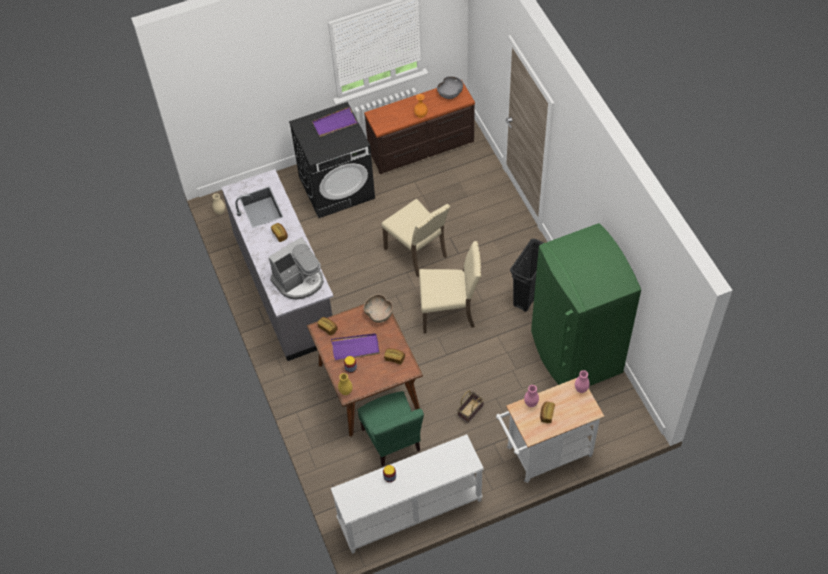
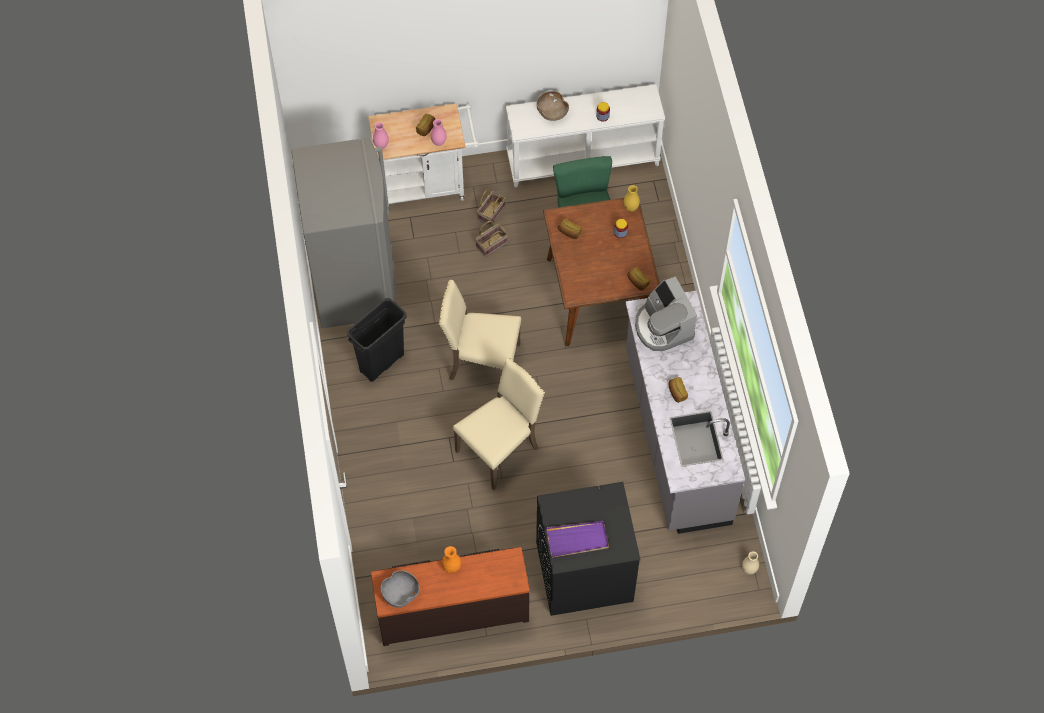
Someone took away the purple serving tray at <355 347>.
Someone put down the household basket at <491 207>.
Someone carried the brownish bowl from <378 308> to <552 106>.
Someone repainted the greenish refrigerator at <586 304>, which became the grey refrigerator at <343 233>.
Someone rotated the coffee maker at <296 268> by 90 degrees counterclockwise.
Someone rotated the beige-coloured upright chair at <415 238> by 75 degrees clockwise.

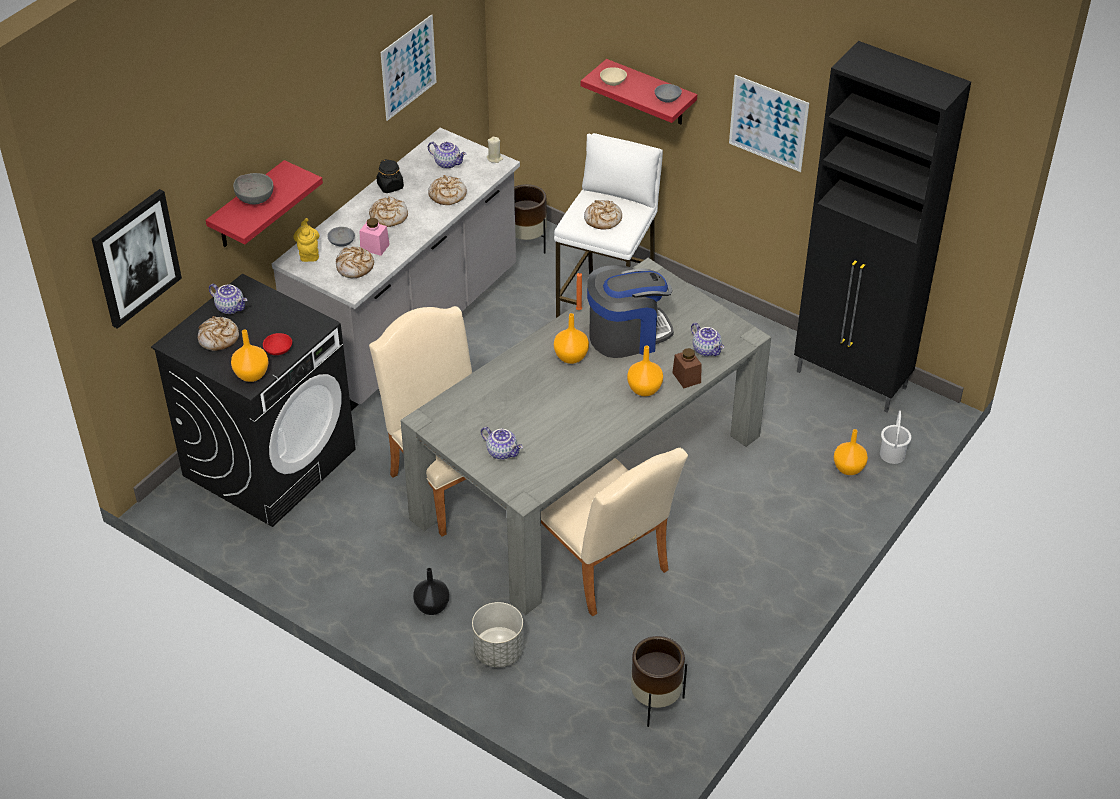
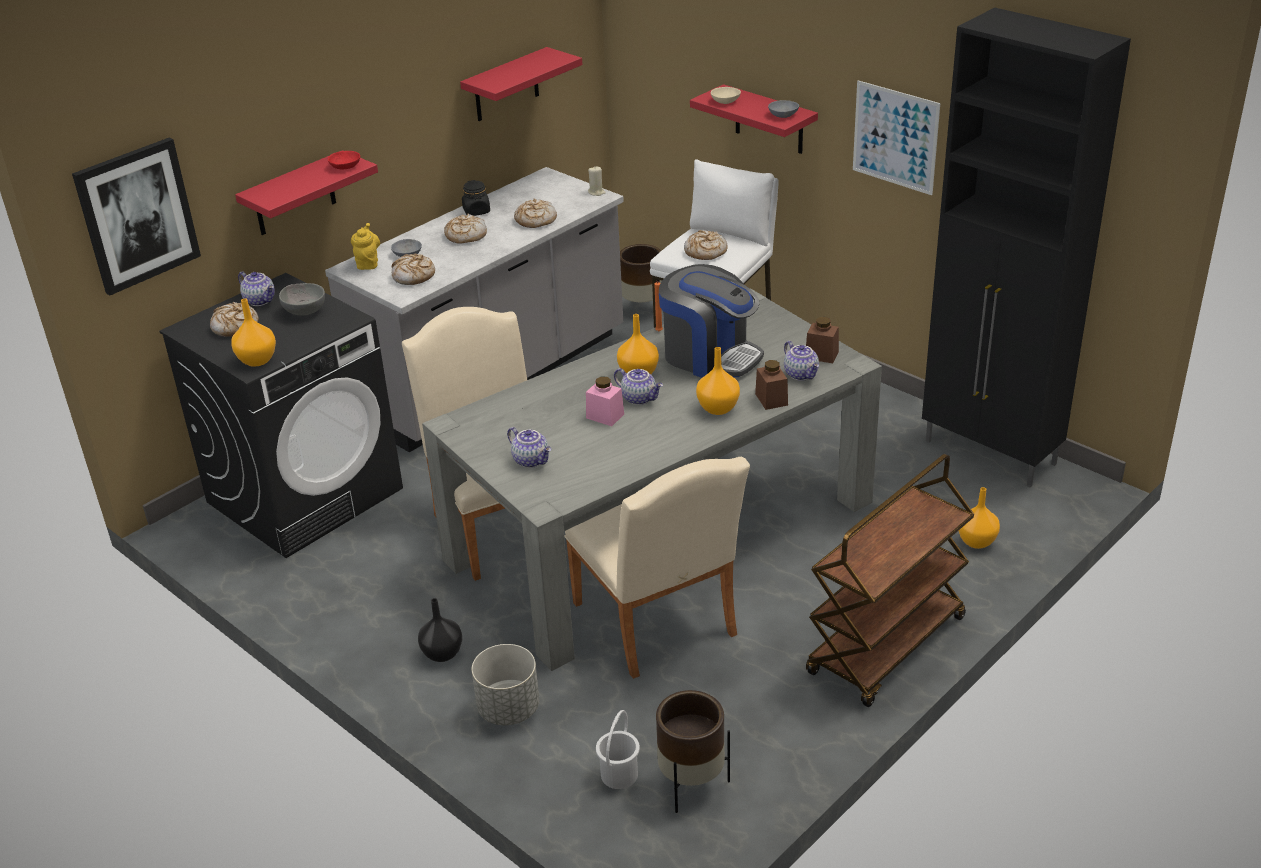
Someone put down the brownish storage jar at <822 340>.
Someone put down the brownish cart at <890 580>.
Someone carried the grey bowl from <253 188> to <302 299>.
Someone carried the red bowl from <277 344> to <344 160>.
Someone carried the pink storage jar from <375 237> to <605 401>.
Someone carried the pot for tea from <447 155> to <638 386>.
Someone carried the white-coloured pail from <895 437> to <618 749>.
Someone swapped the picture at <409 67> for the red bracket shelf at <521 84>.
Someone rotated the coffee maker at <630 311> by 45 degrees clockwise.

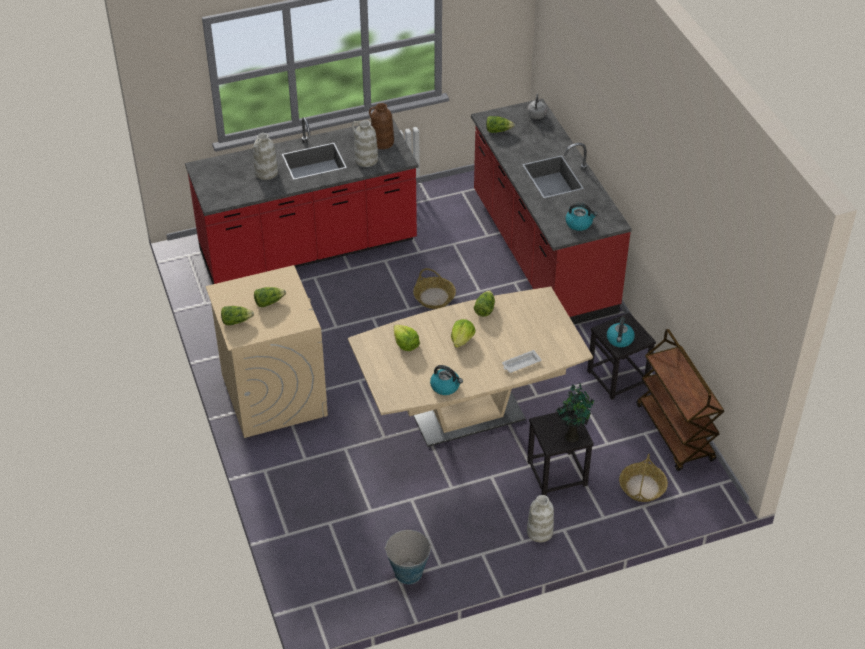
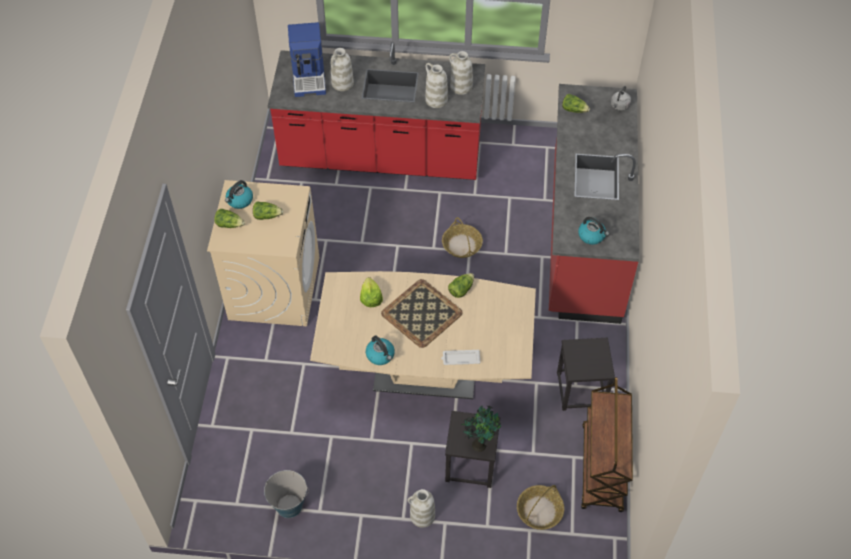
Someone put down the coffee maker at <307 59>.
Someone carried the kettle from <621 332> to <239 194>.
Someone swapped the lettuce head at <463 333> for the serving tray at <422 313>.
Someone repainted the brownish decorative vase at <381 126>, which became the white-coloured decorative vase at <461 73>.

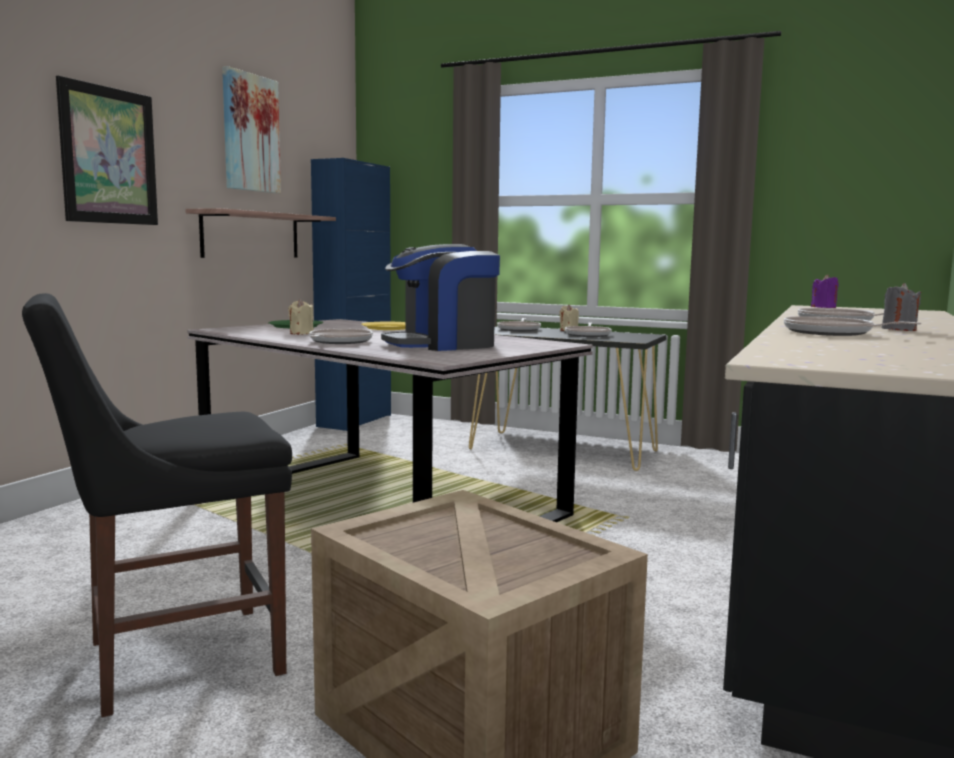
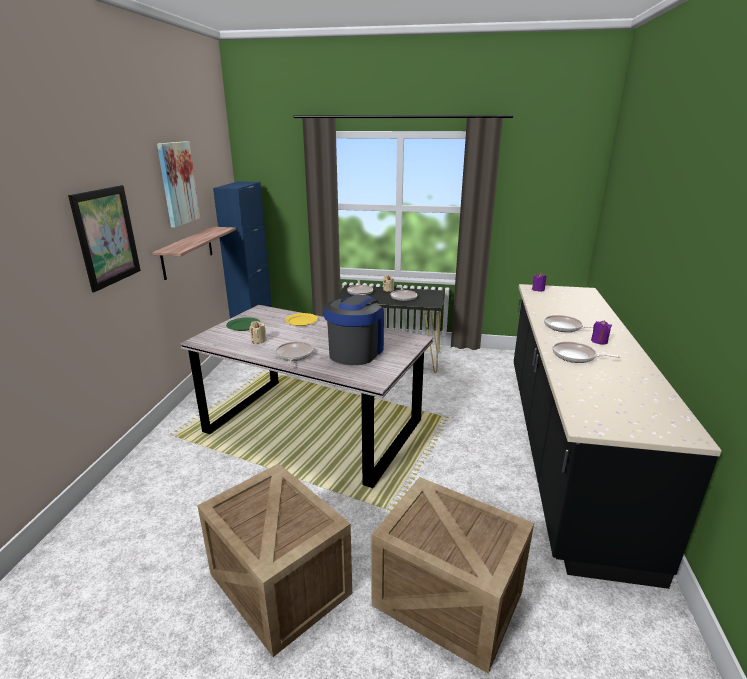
Someone swapped the black upright chair at <157 505> for the packing crate at <274 560>.
Someone repainted the grey wax light at <901 307>, which became the purple wax light at <601 332>.
Someone rotated the coffee maker at <440 297> by 150 degrees clockwise.

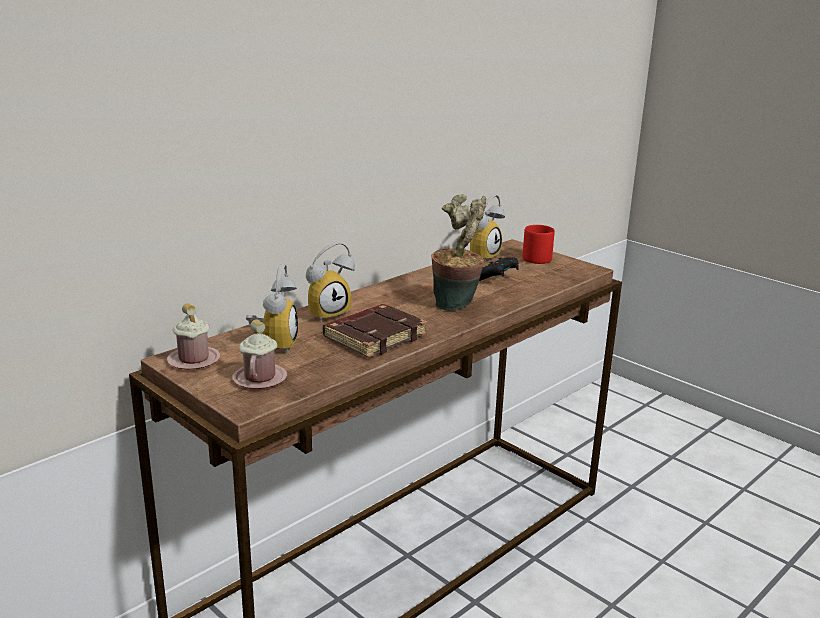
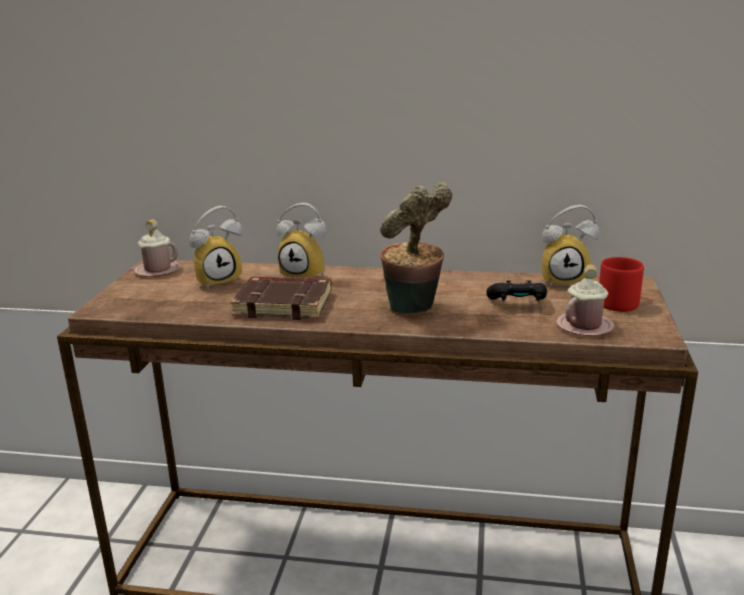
Someone carried the pink tea mug from <259 354> to <585 300>.

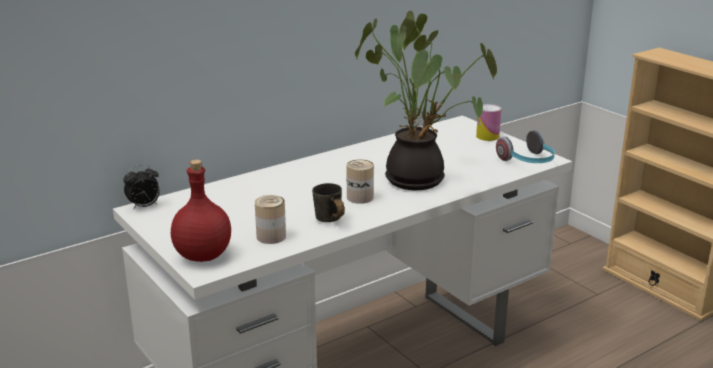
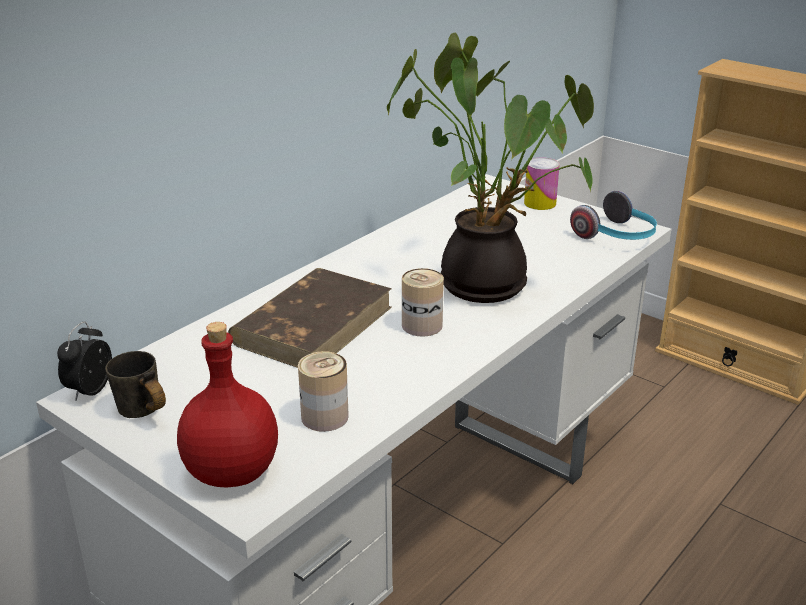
Someone put down the brownish volume at <310 318>.
Someone carried the grey tea mug from <328 202> to <135 384>.
Someone rotated the alarm clock at <141 187> by 150 degrees clockwise.

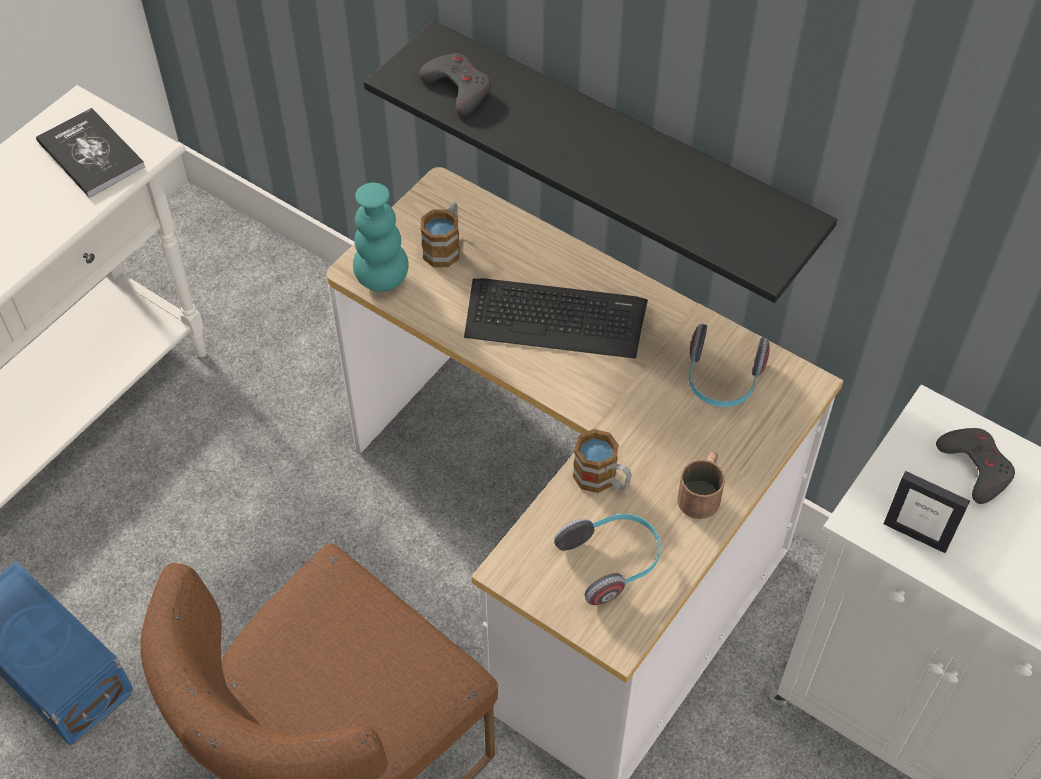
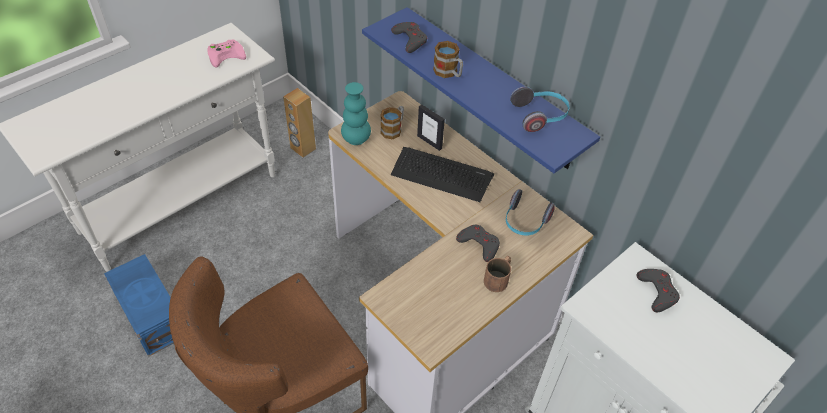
Someone put down the brownish audio speaker at <299 123>.
Someone put down the grey gamepad at <478 243>.
Someone carried the headphones from <607 559> to <540 109>.
Someone carried the tea mug from <602 461> to <448 59>.
Someone carried the picture frame from <927 512> to <431 127>.
Someone swapped the volume at <90 153> for the pink gamepad at <226 53>.
Someone repainted the black bracket shelf at <600 161>, which became the blue bracket shelf at <481 90>.

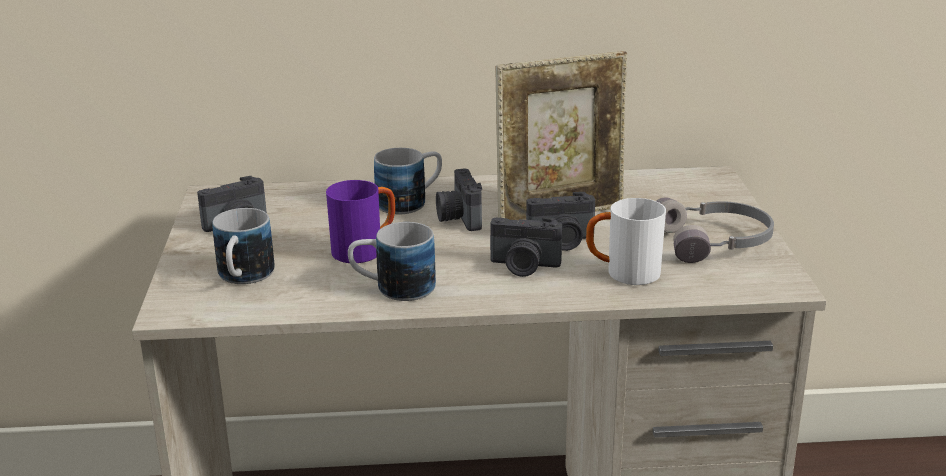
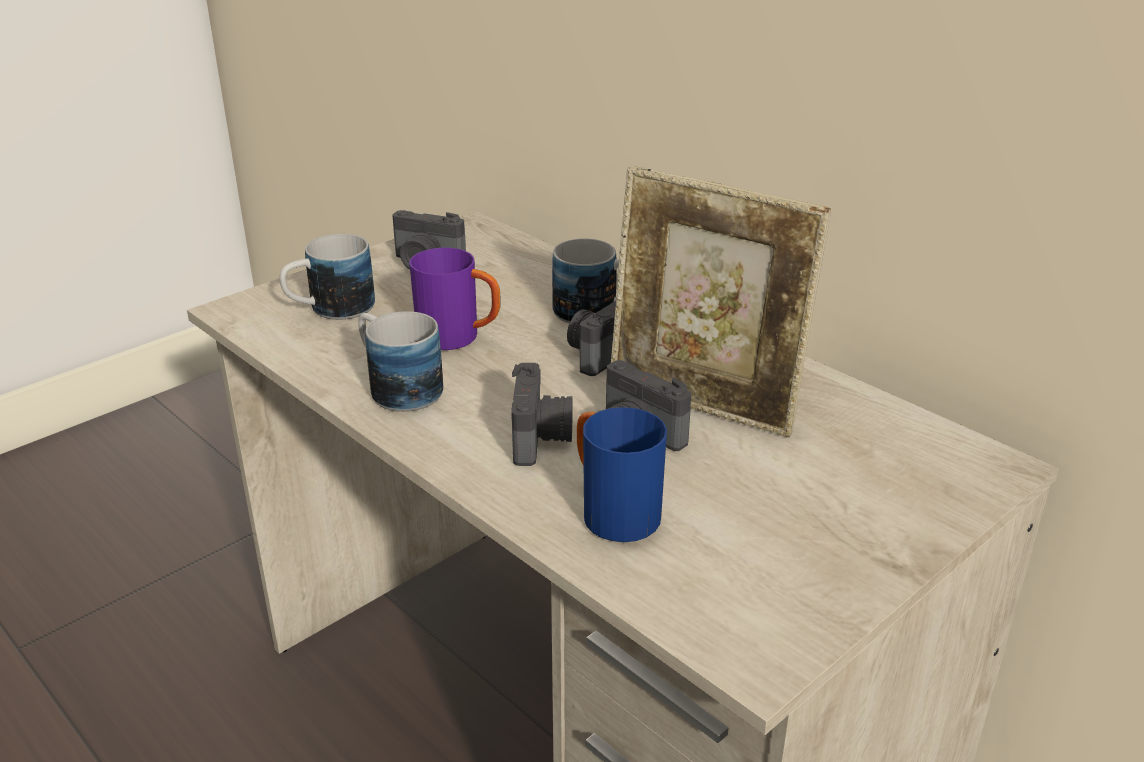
Someone took away the grey headphones at <715 230>.
Someone repainted the white-coloured tea mug at <626 241>, which became the blue tea mug at <622 474>.
Someone rotated the photo camera at <526 247> by 150 degrees counterclockwise.

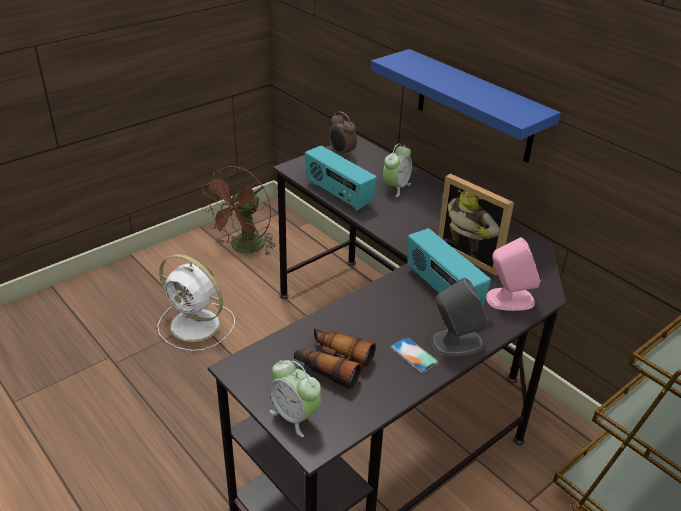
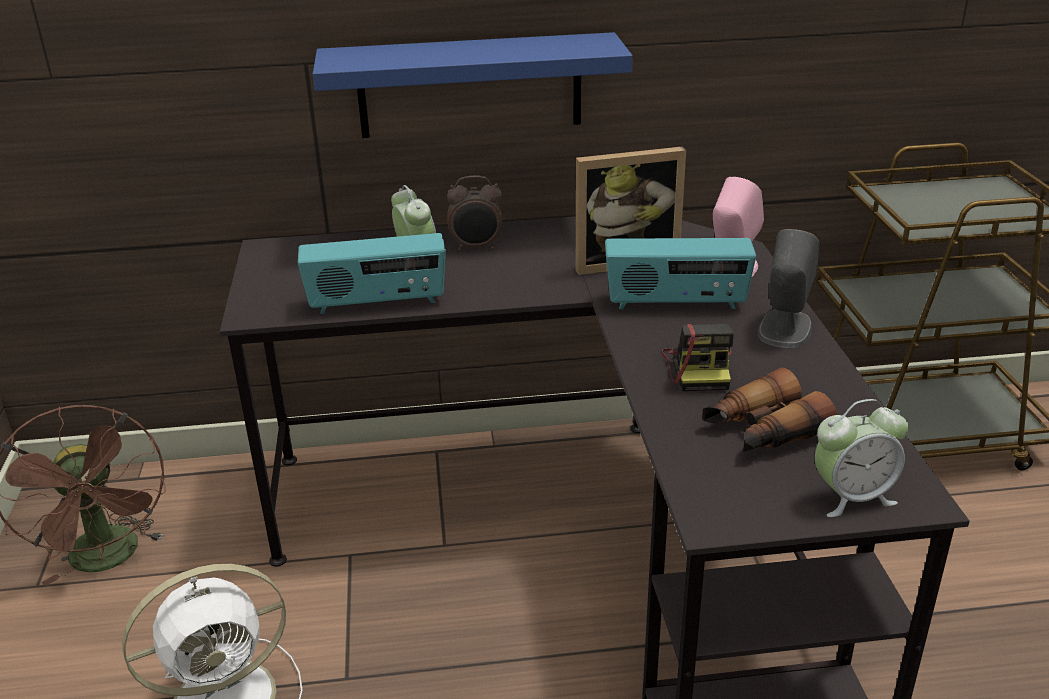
Someone took away the telephone at <414 355>.
Someone put down the photo camera at <698 357>.
Someone carried the alarm clock from <342 134> to <474 213>.

